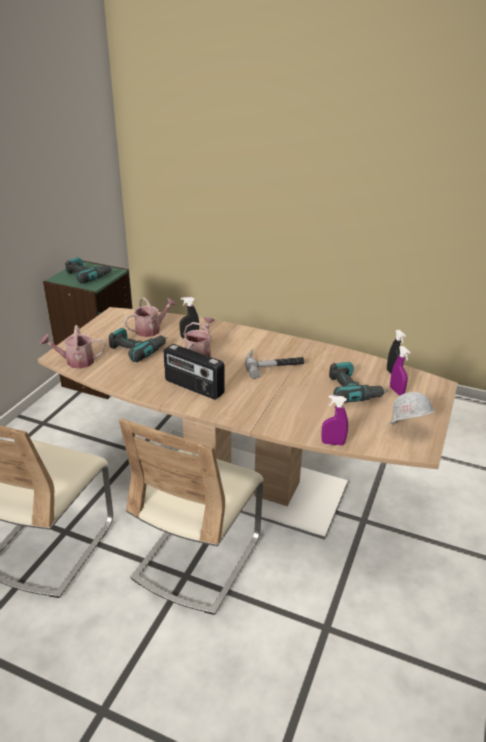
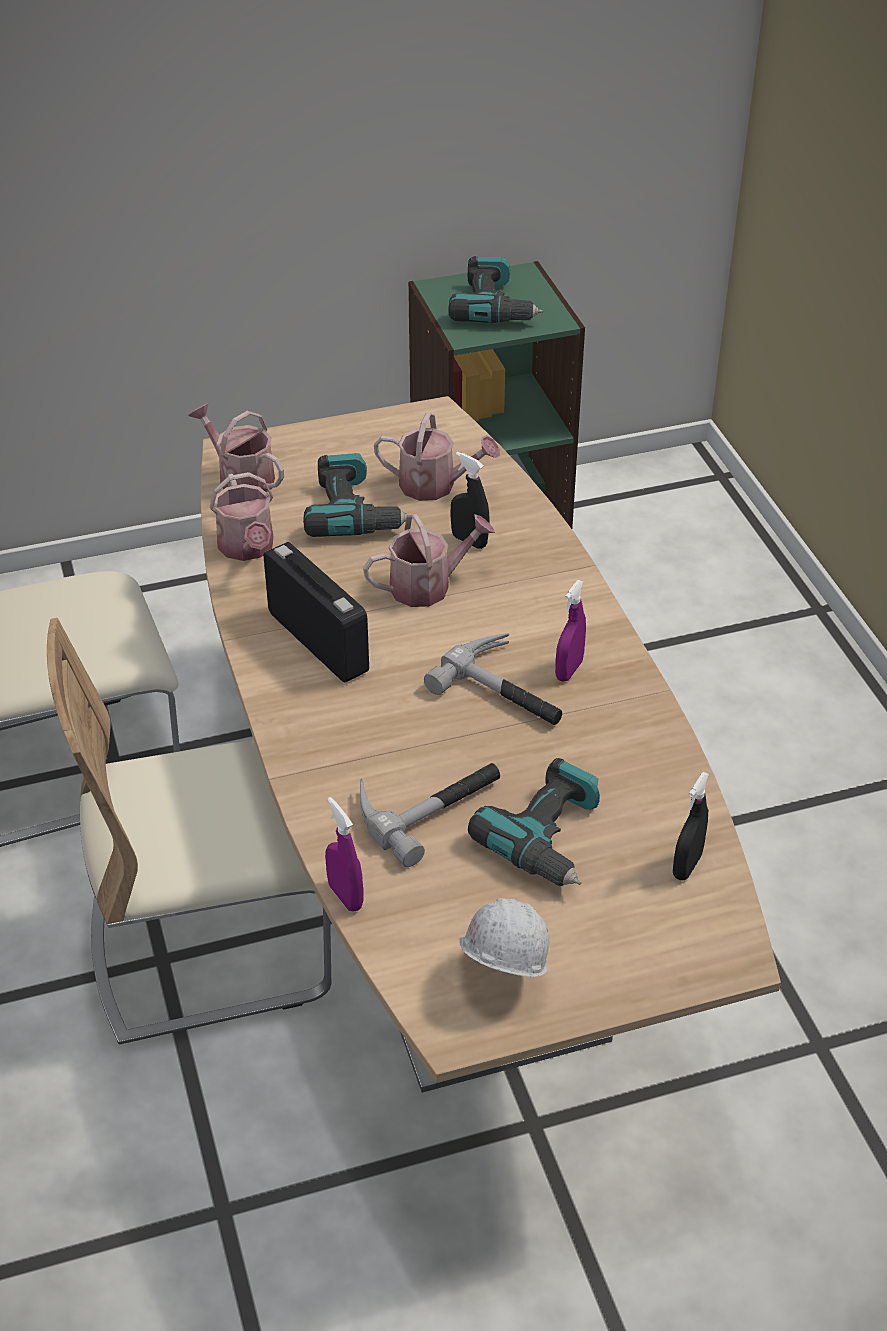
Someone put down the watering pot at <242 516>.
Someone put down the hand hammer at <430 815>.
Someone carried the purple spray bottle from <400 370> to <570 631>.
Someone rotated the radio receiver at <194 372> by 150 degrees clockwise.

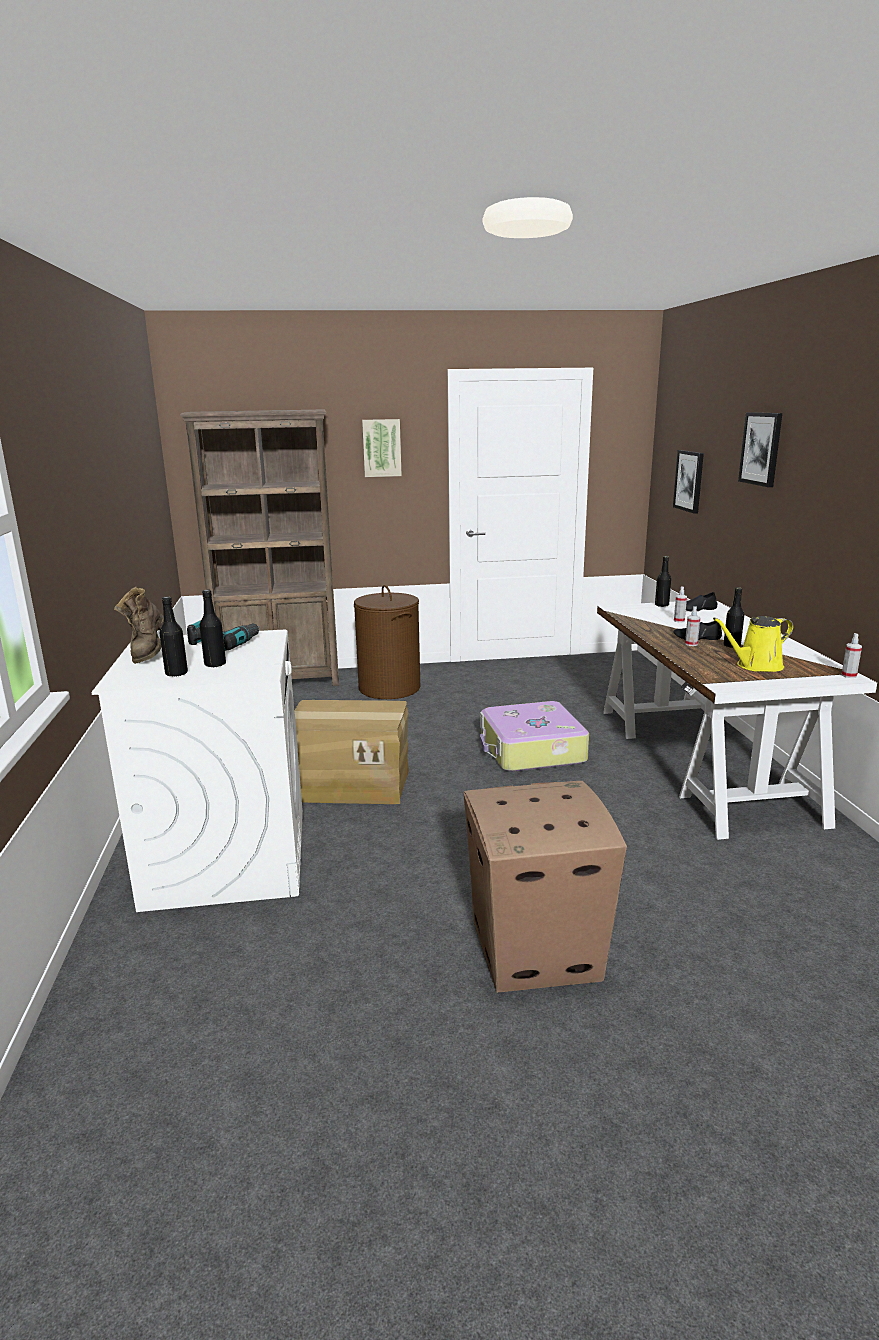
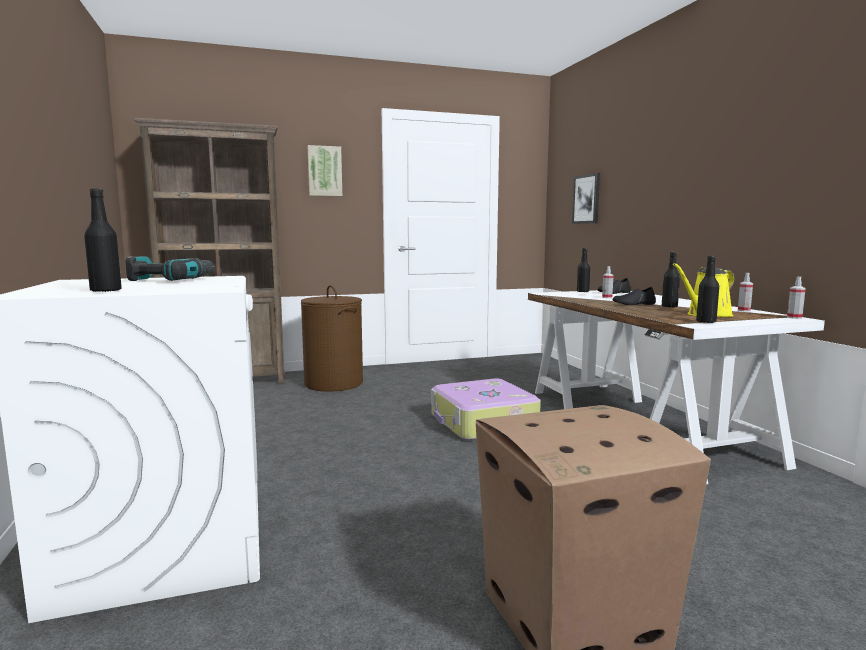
Someone took away the brownish high-top boot at <139 625>.
Someone took away the cardboard box at <352 752>.
Someone took away the picture at <760 449>.
Someone carried the black bottle from <212 628> to <707 289>.
Someone carried the spray bottle from <692 626> to <745 292>.

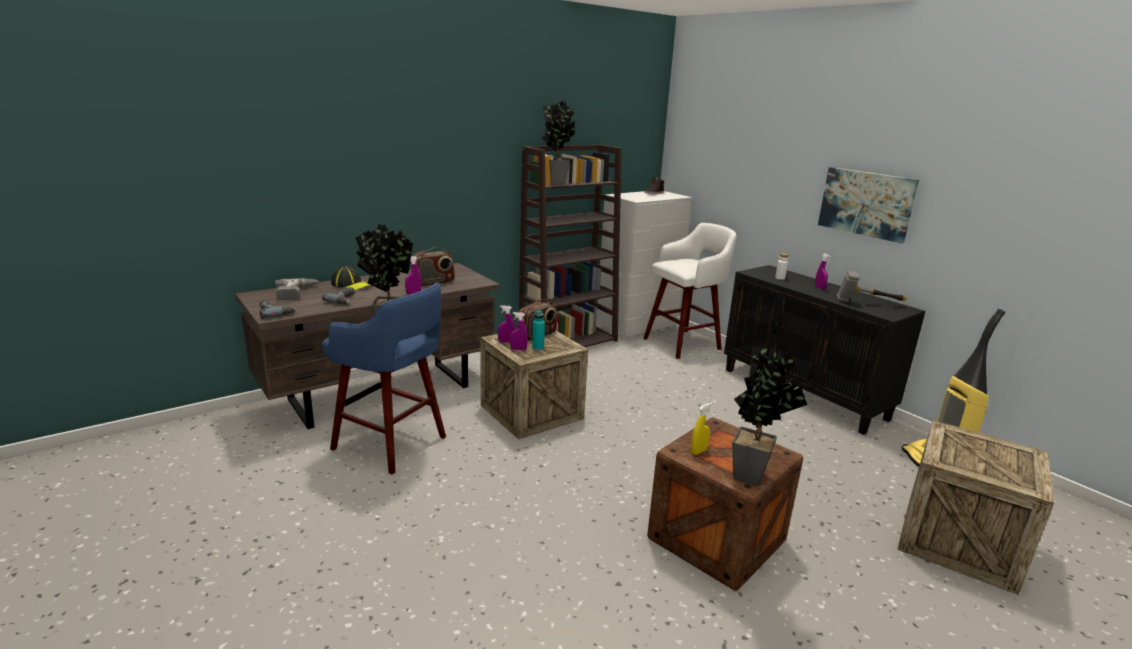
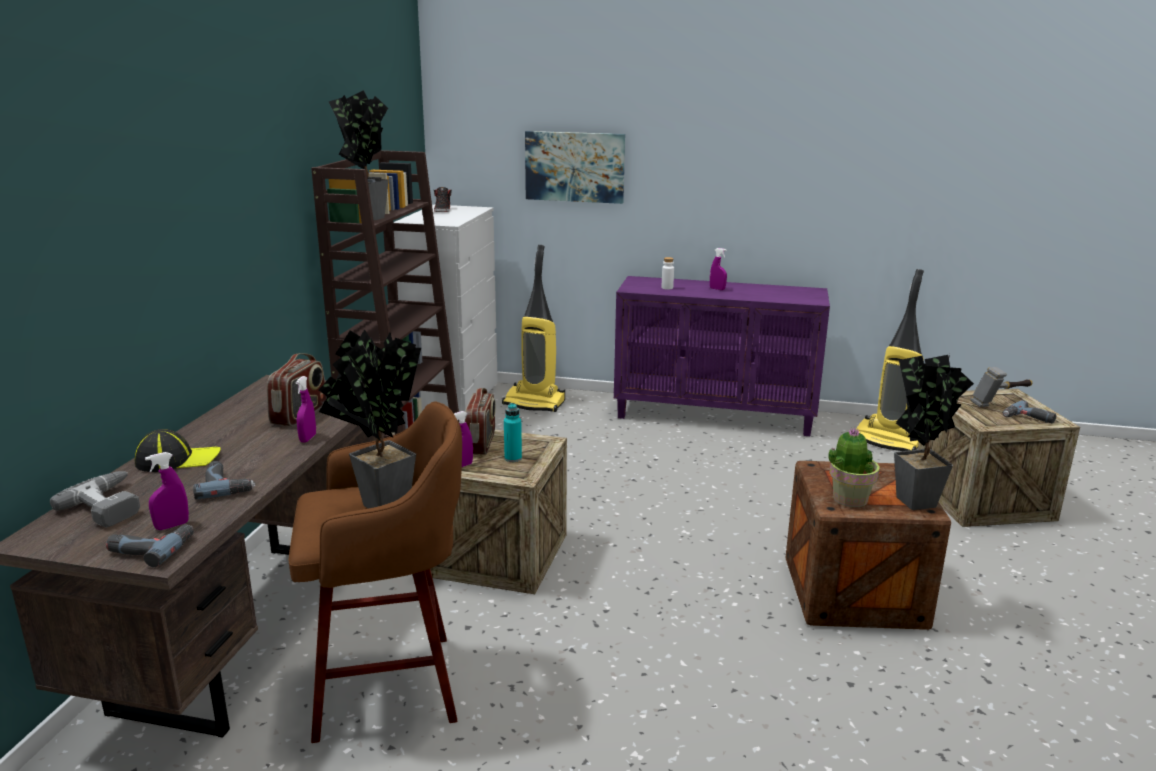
Someone put down the electric drill at <1029 411>.
Someone carried the purple spray bottle from <519 331> to <167 491>.
Someone carried the picture from <868 205> to <575 167>.
Someone carried the hand hammer from <872 286> to <1001 387>.
Someone swapped the white-coloured stool seat at <689 291> for the vacuum at <533 328>.
Someone swapped the yellowish spray bottle at <701 429> for the houseplant at <854 467>.
Someone repainted the blue stool seat at <384 379>, which became the brownish stool seat at <375 572>.
Someone repainted the black cabinet at <825 350>, which became the purple cabinet at <722 356>.

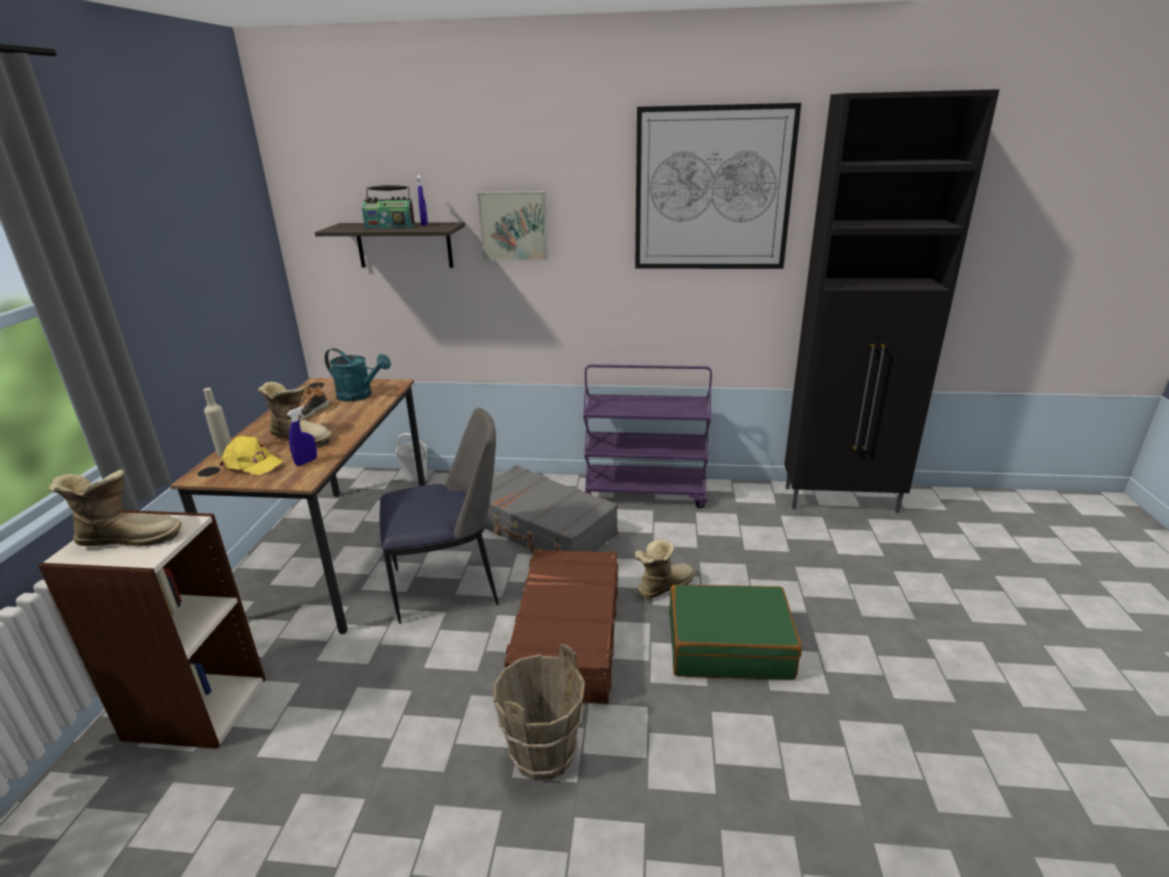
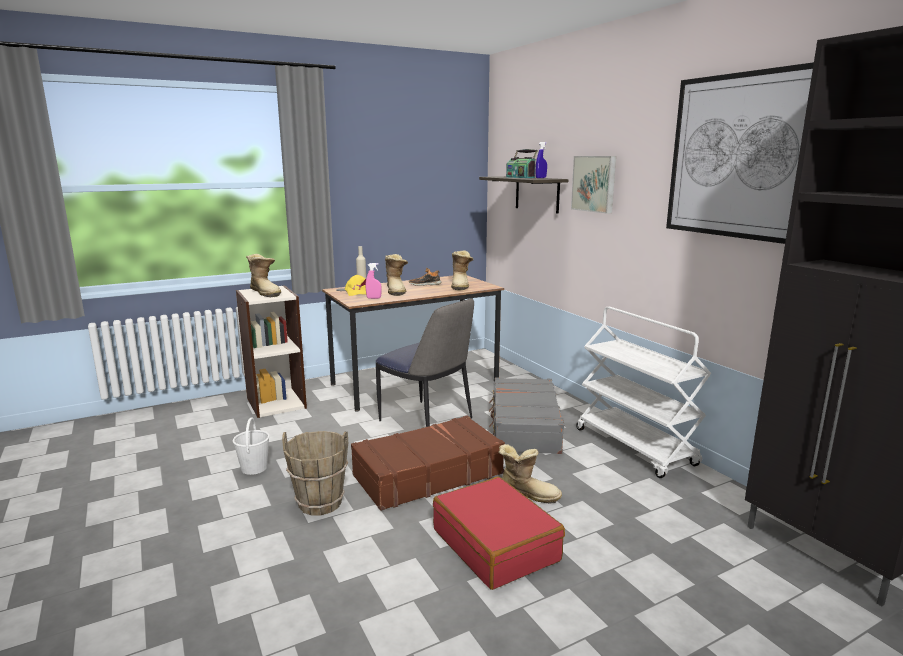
Someone carried the white-coloured pail from <411 457> to <251 446>.
Someone swapped the blue-green watering pot at <358 375> for the high-top boot at <462 270>.
Someone repainted the blue spray bottle at <302 436>, which became the pink spray bottle at <373 281>.
Someone repainted the purple cart at <647 436>, which became the white-coloured cart at <643 392>.
Someone repainted the greenish piece of luggage at <735 632>, which became the red piece of luggage at <499 533>.

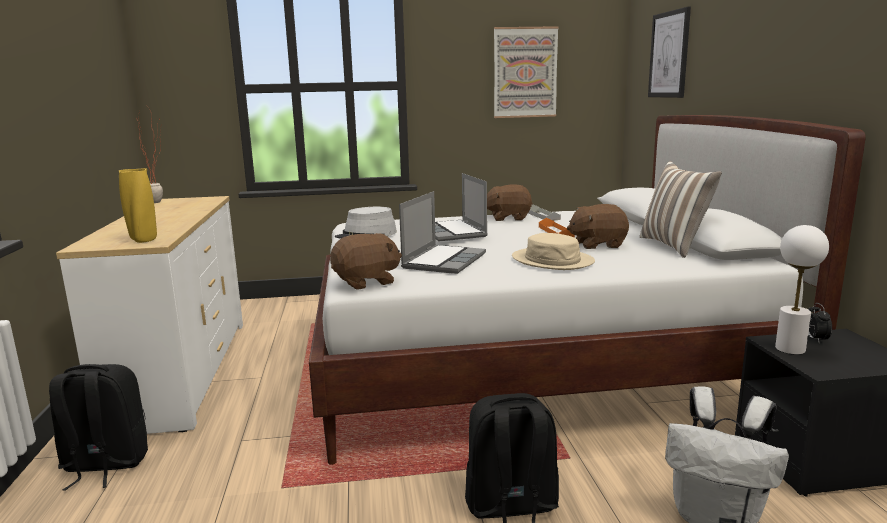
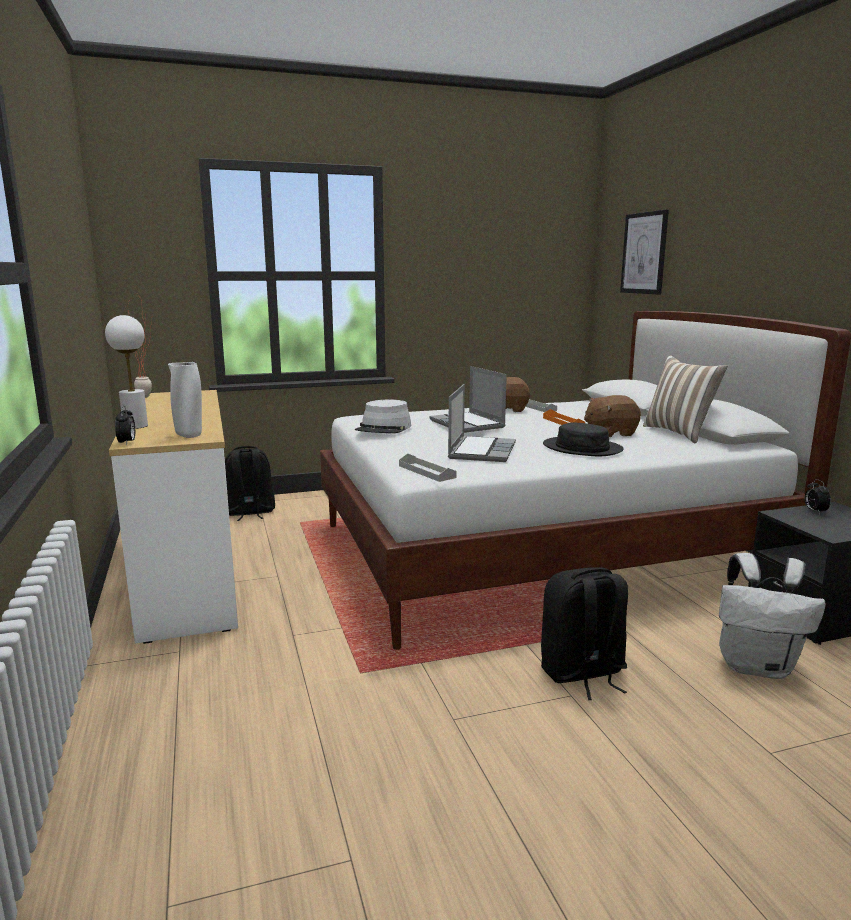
Someone took away the picture at <526 72>.
Someone put down the alarm clock at <125 425>.
Someone carried the black knapsack from <98 427> to <250 483>.
Someone carried the white-coloured tabletop lamp from <802 290> to <126 372>.
Someone swapped the brownish soft toy at <366 261> for the grey serving tray at <427 467>.
Someone repainted the yellowish decorative vase at <138 205>, which became the white-coloured decorative vase at <185 400>.
Someone repainted the beige-coloured clothing hat at <553 251>, which became the black clothing hat at <583 439>.

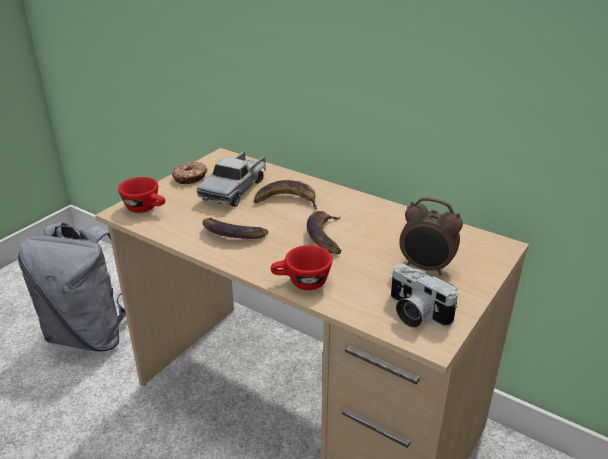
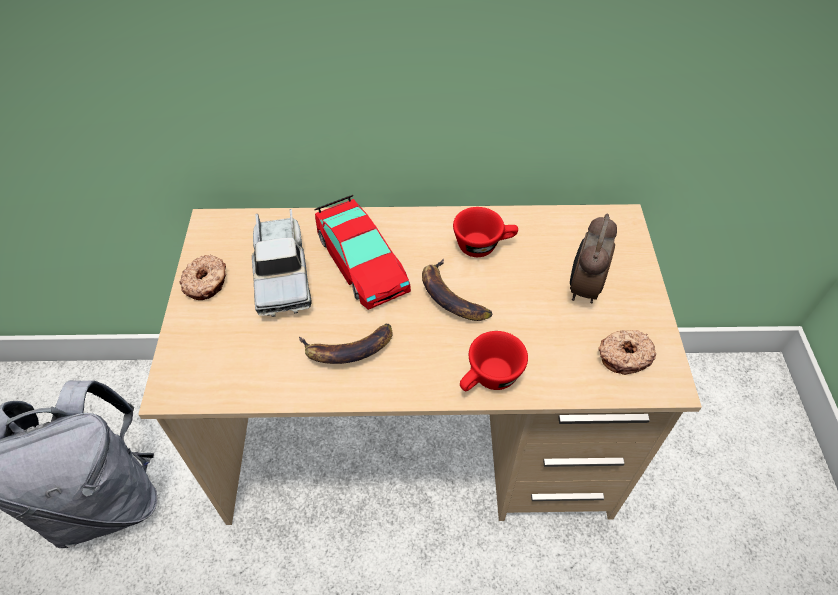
Someone carried the red cup from <141 195> to <485 232>.
Someone swapped the banana fruit at <285 195> for the model car at <362 252>.
Someone swapped the photo camera at <424 296> for the ring doughnut at <627 352>.
Someone rotated the alarm clock at <431 236> by 120 degrees clockwise.

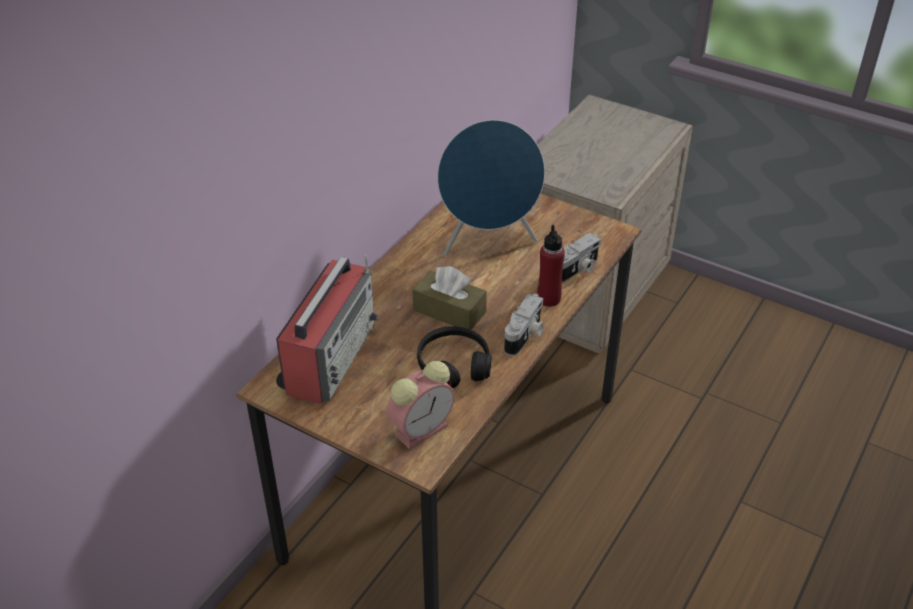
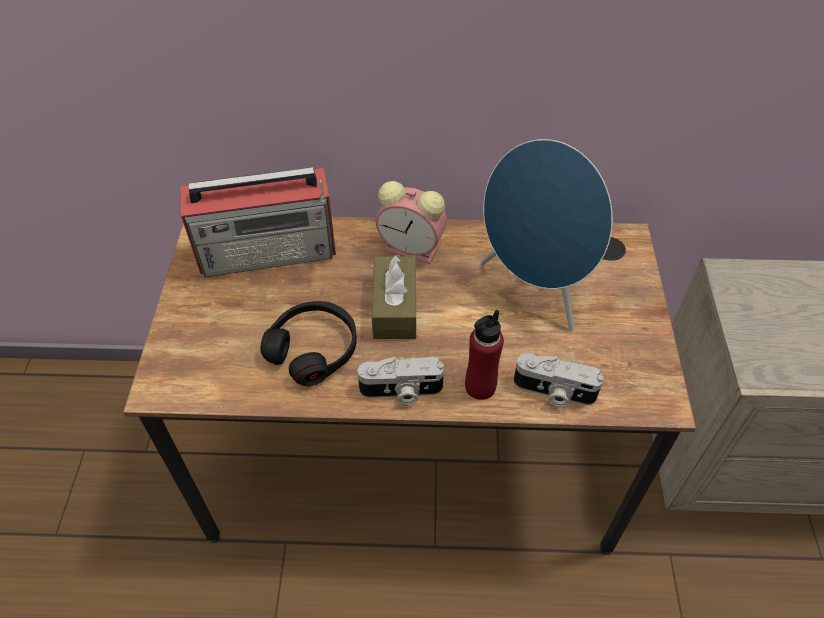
Someone carried the alarm clock from <421 405> to <411 222>.

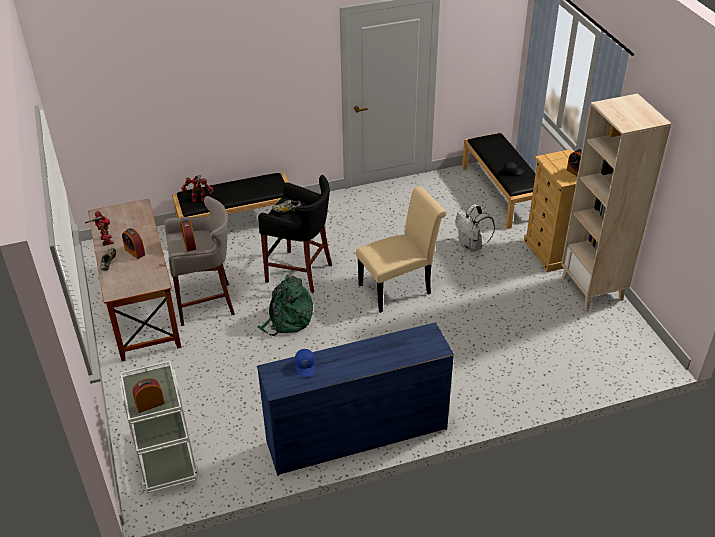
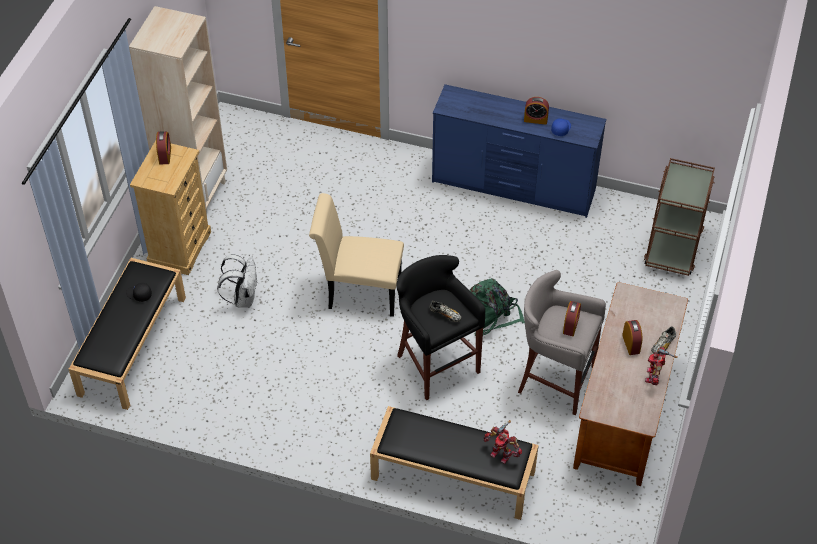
Someone carried the alarm clock from <148 395> to <536 111>.
Someone repainted the white-coloured cart at <159 427>, which became the brownish cart at <679 217>.

